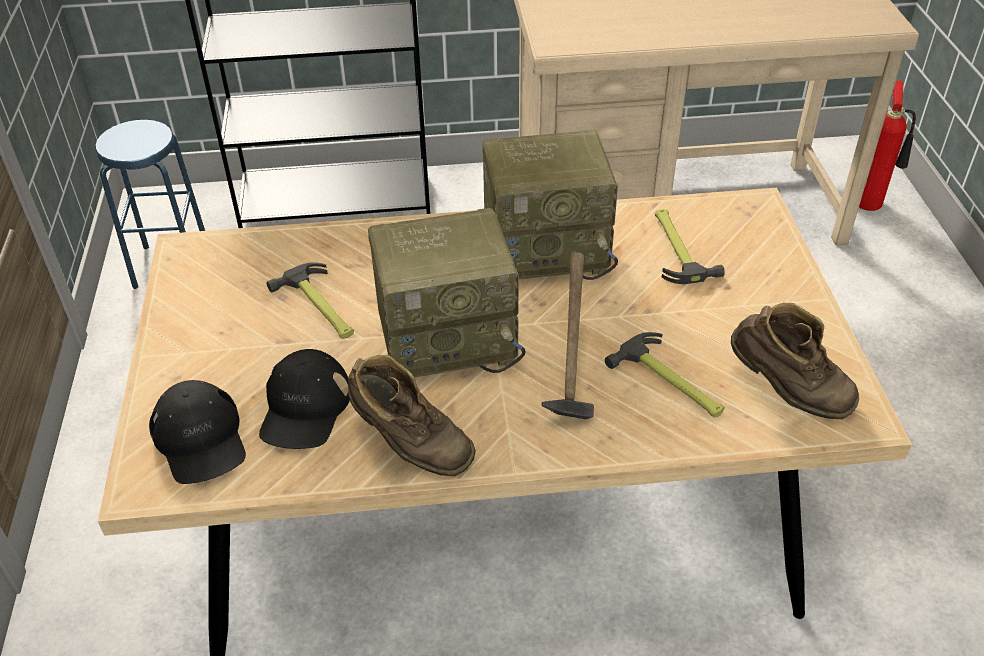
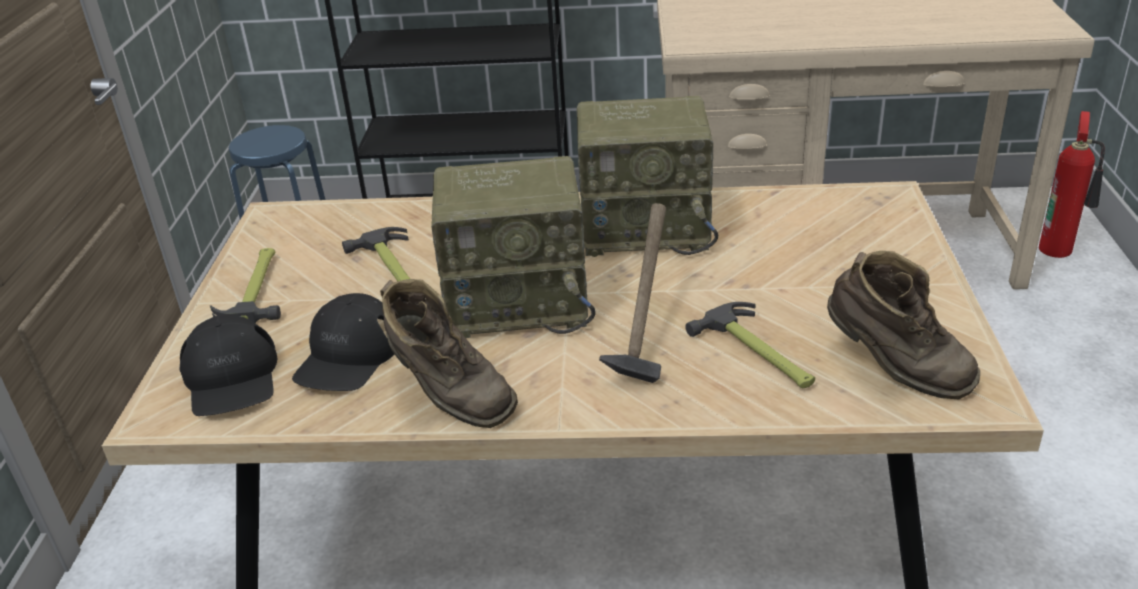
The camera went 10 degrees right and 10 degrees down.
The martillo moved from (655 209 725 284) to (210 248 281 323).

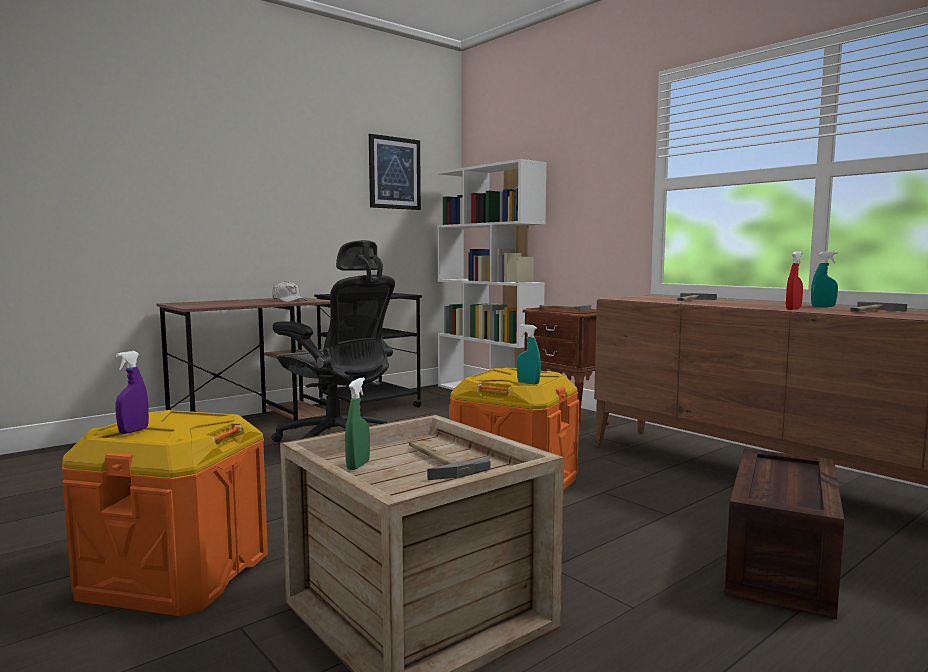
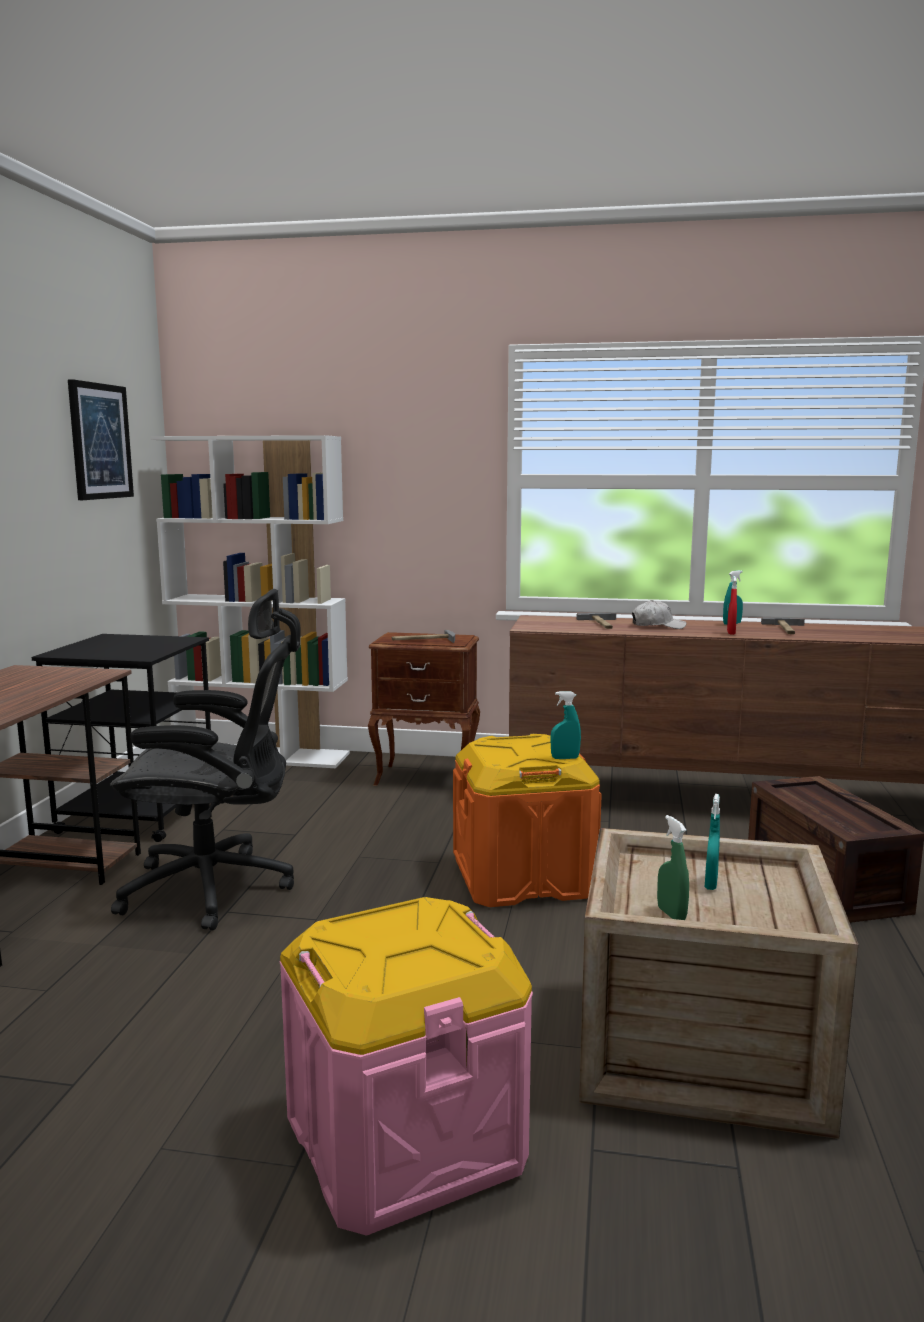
The camera went 40 degrees left and 5 degrees up.
The caja de almacenaje [naranja] at (62 410 268 616) became the caja de almacenaje [rosa] at (280 897 533 1236).
The pulverizador [morado] at (115 351 149 434) disappeared.
The gorra [blanco] moved from (272 281 307 302) to (632 600 686 629).
The martillo at (409 440 490 480) was replaced by the pulverizador [turquesa] at (705 794 720 890).

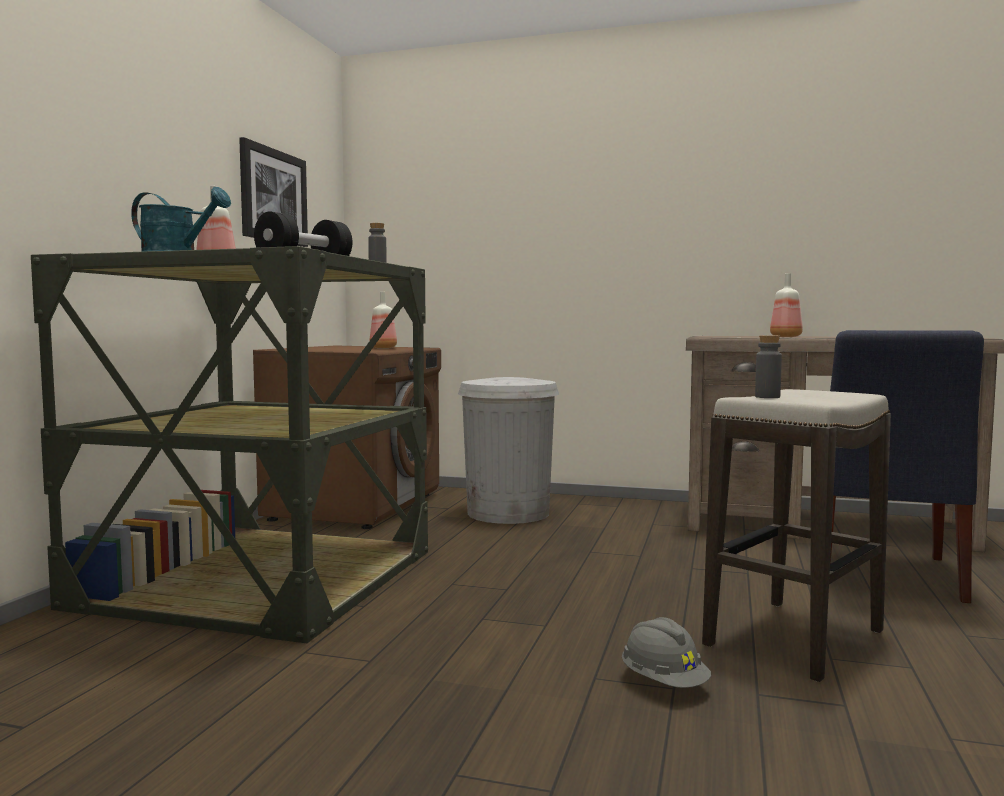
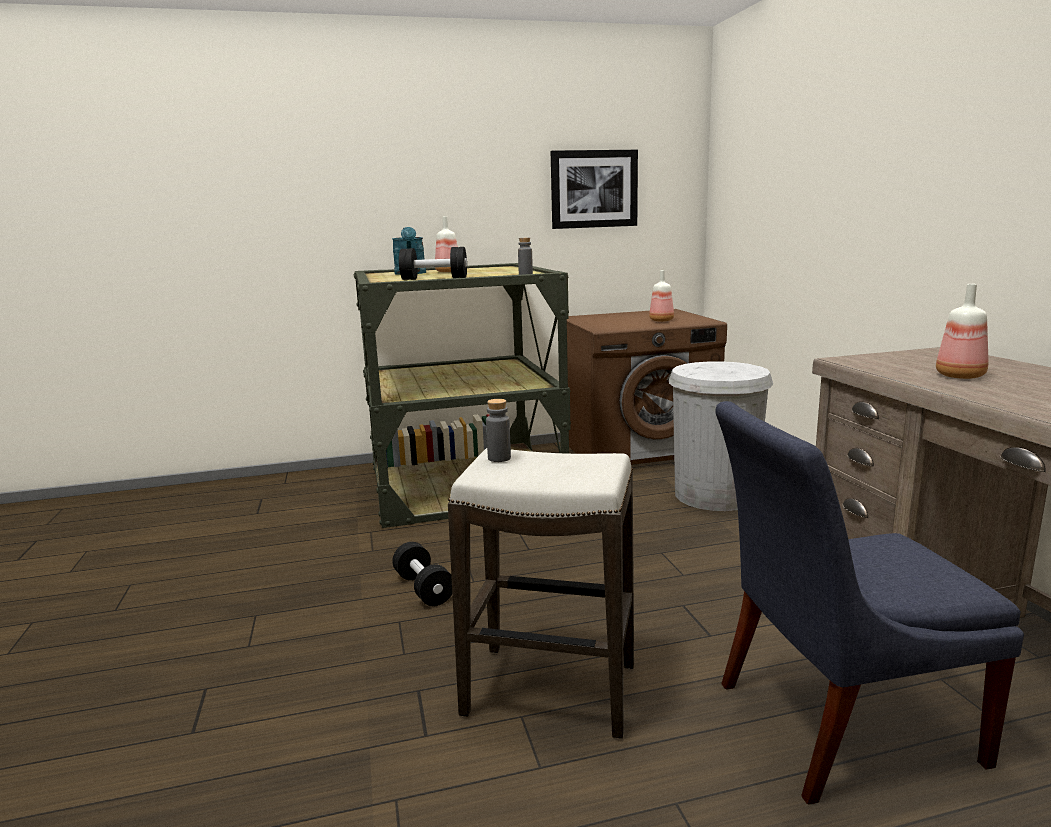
The camera went 60 degrees right and 10 degrees up.
The casco [gris] at (622 617 711 688) disappeared.
The mancuerna [negro] at (392 542 452 606) appeared.

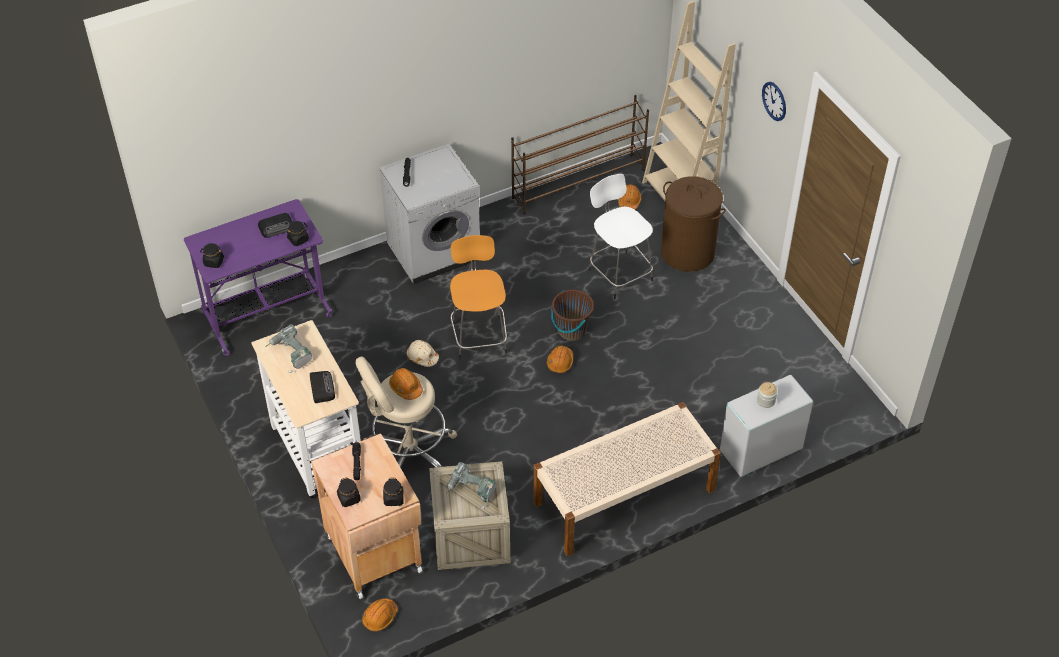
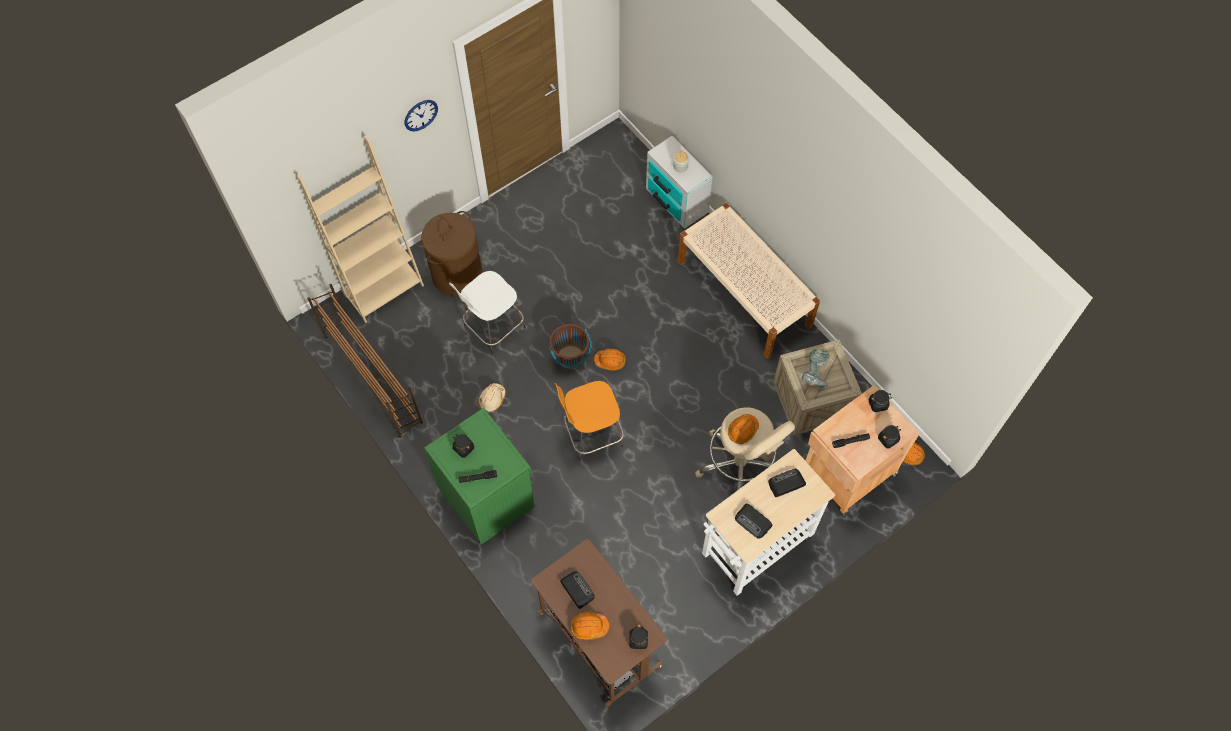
The camera went 100 degrees left and 15 degrees up.
The escritorio [morado] at (184 199 332 356) became the escritorio [marrón] at (531 539 667 707).
The taladro at (265 324 312 373) was replaced by the radio at (735 503 772 539).
The tarro [negro] moved from (287 221 309 246) to (452 434 474 458).
The lavadora [blanco] at (380 144 480 284) became the lavadora [verde] at (424 408 535 545).
The casco [beis] moved from (406 340 439 367) to (478 383 506 412).
The casco [naranja] moved from (618 184 641 210) to (571 612 609 640).

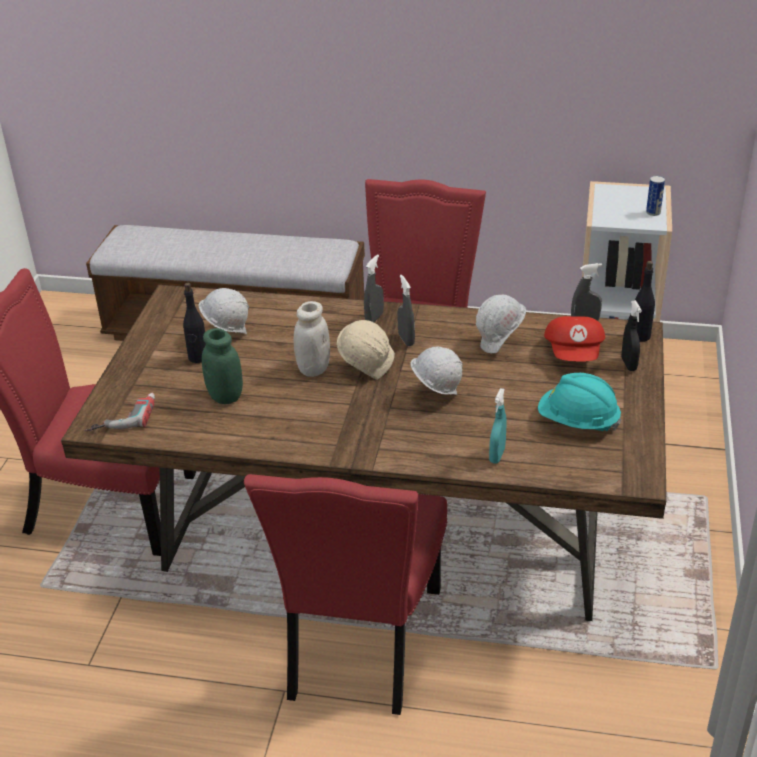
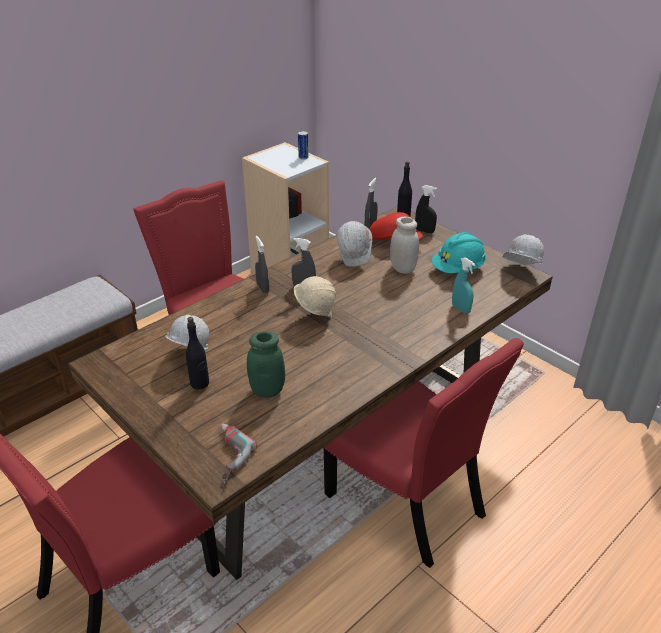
The camera went 55 degrees left and 0 degrees up.
The tarro [blanco] moved from (294 301 330 377) to (390 217 419 274).
The casco [blanco] moved from (410 347 463 395) to (502 234 544 265).

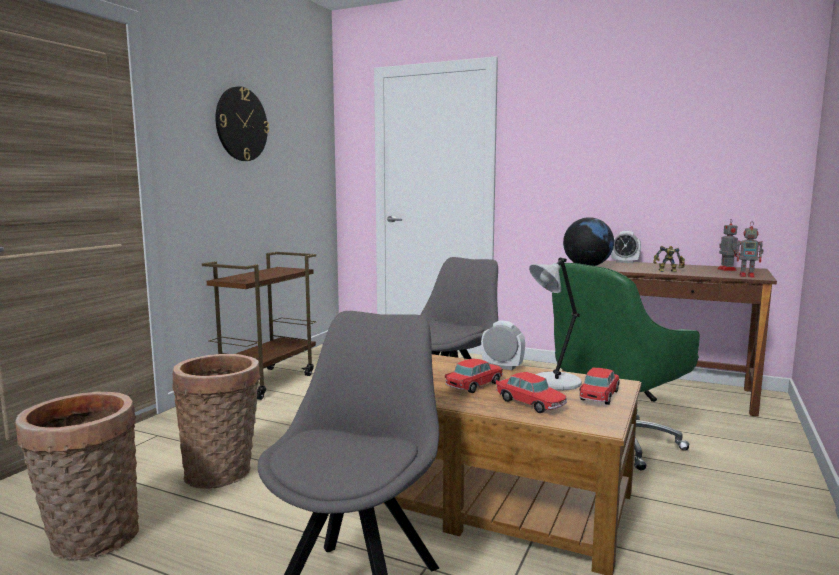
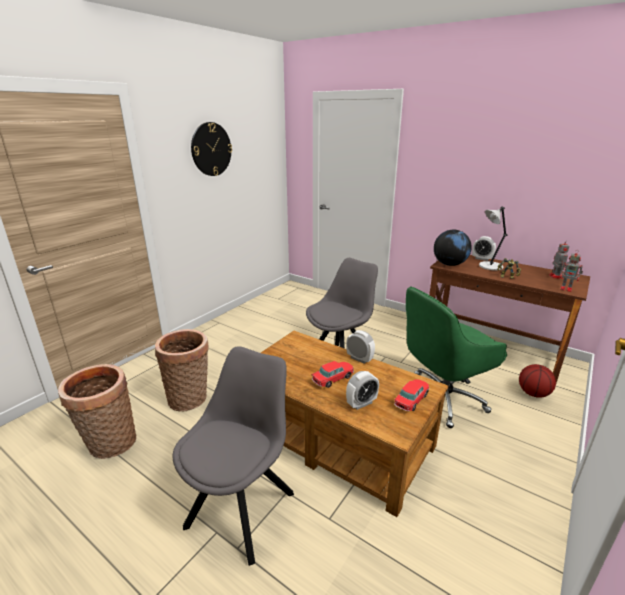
The camera went 10 degrees right and 15 degrees up.
The carrito [marrón] at (202 252 316 400) disappeared.
The coche de juguete at (496 372 567 413) was replaced by the despertador at (346 371 379 410).
The lámpara de mesa [gris] moved from (529 257 582 390) to (479 206 507 271).
The balón de baloncesto at (519 364 556 398) appeared.

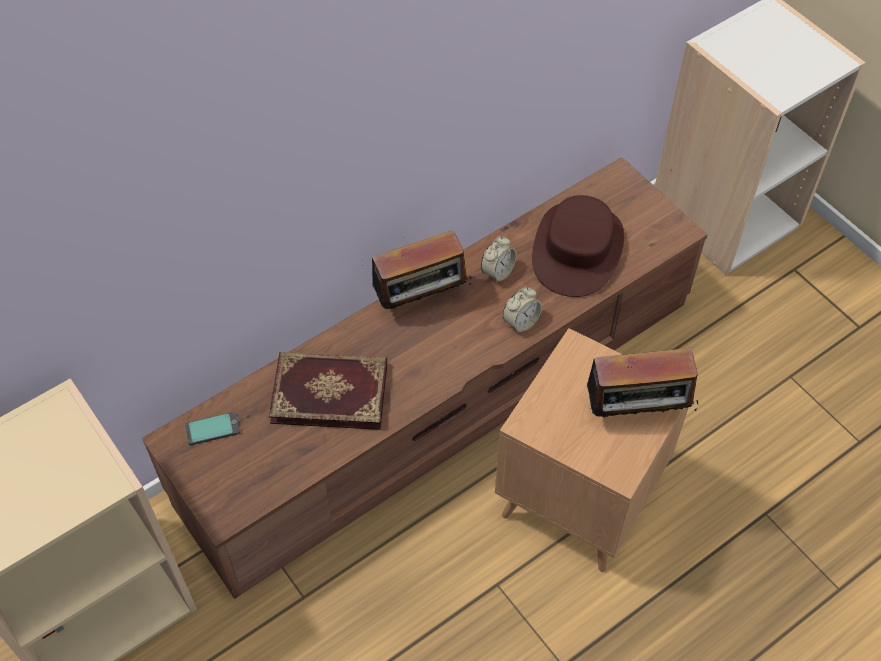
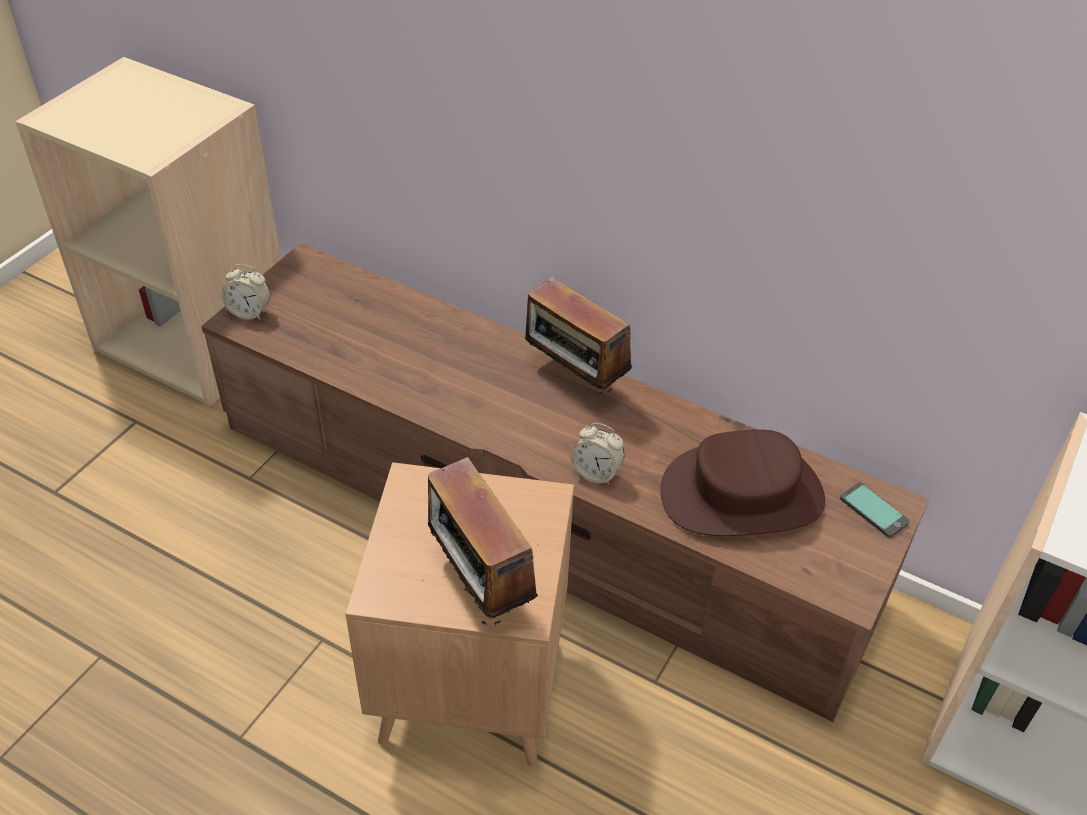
The camera went 65 degrees right and 10 degrees down.
The móvil moved from (185 412 240 445) to (840 482 909 538).
The libro at (269 352 387 430) disappeared.
The despertador moved from (481 236 517 283) to (222 264 271 320).

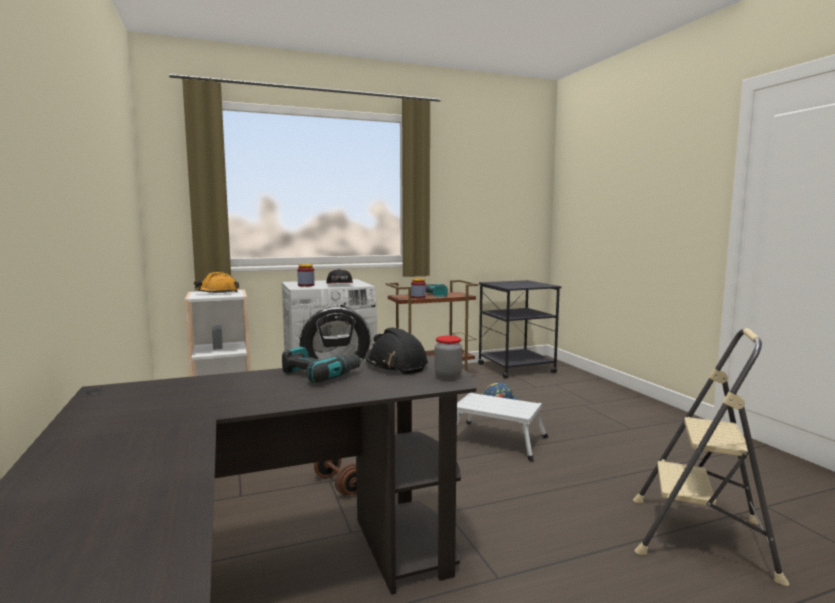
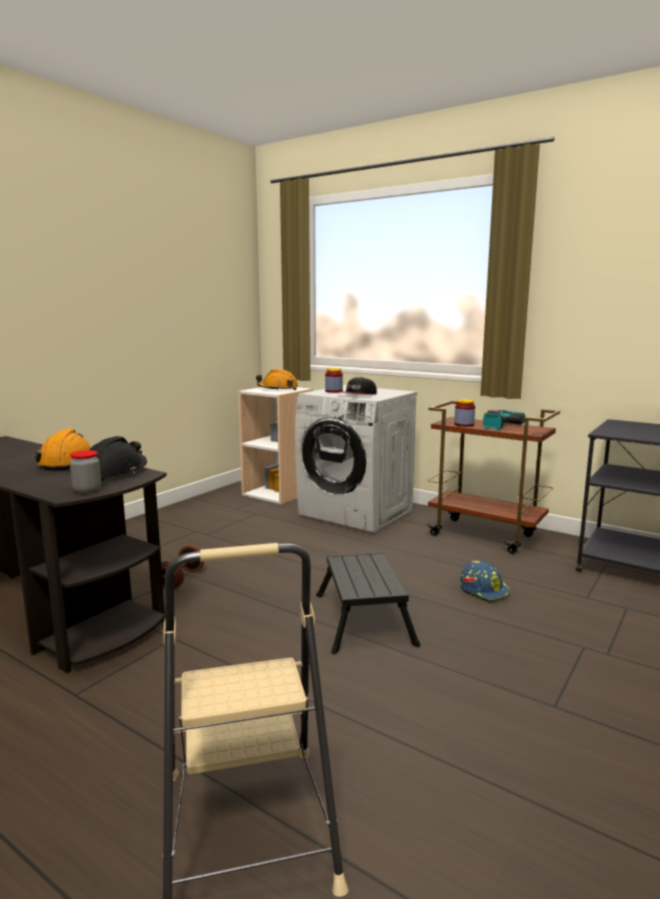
The camera went 55 degrees right and 5 degrees up.
The taladro at (282 347 363 383) was replaced by the casco [naranja] at (35 429 91 471).
The escalera de tijera [blanco] at (457 393 549 462) became the escalera de tijera [negro] at (316 552 421 655).

